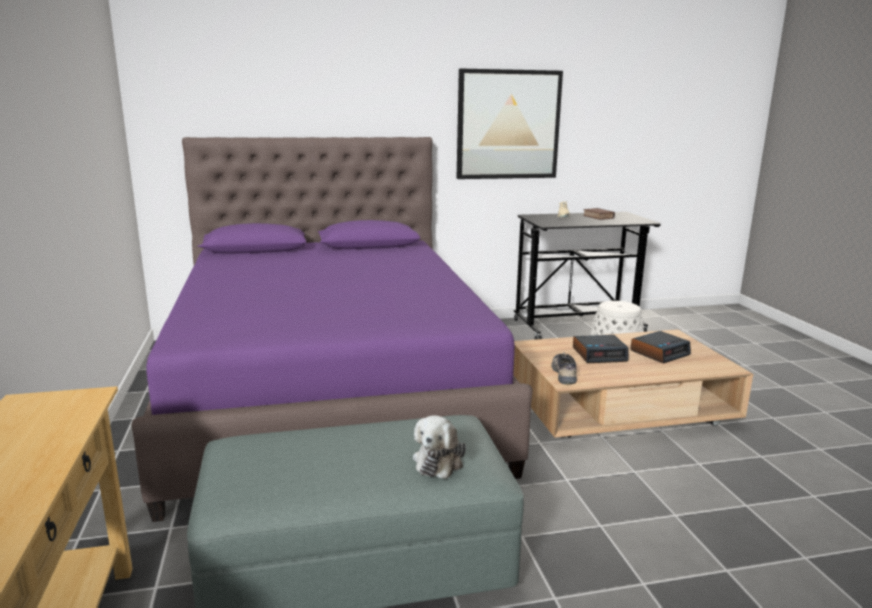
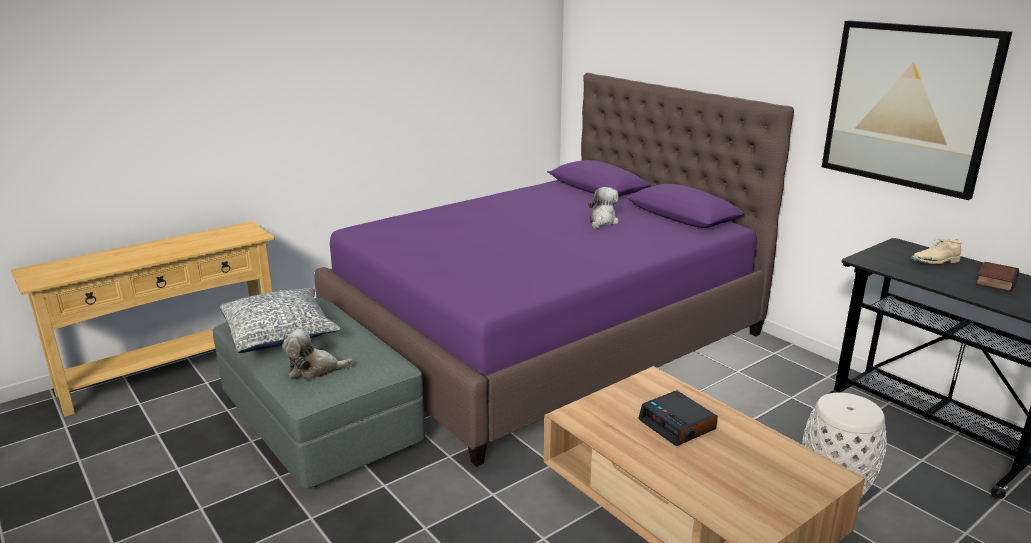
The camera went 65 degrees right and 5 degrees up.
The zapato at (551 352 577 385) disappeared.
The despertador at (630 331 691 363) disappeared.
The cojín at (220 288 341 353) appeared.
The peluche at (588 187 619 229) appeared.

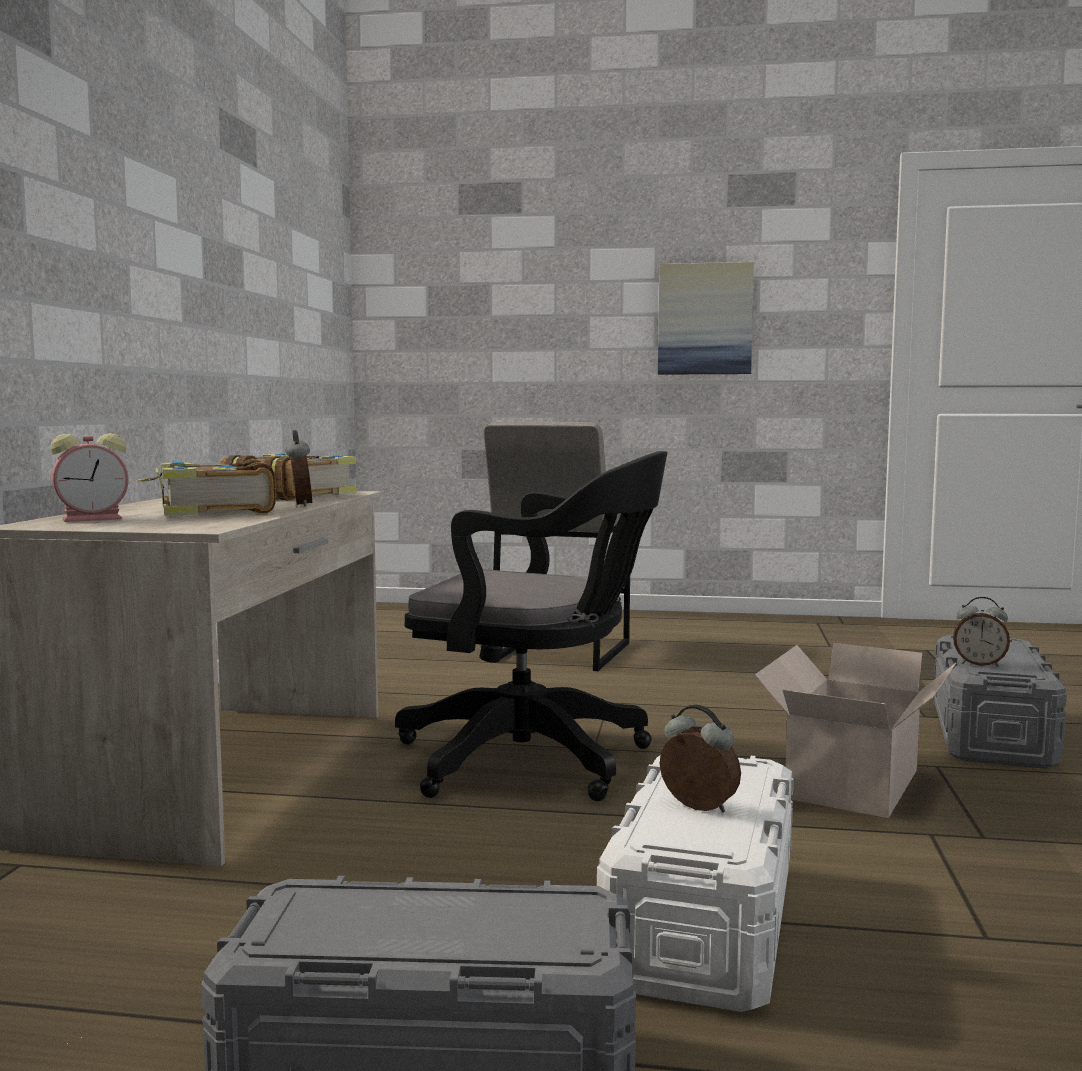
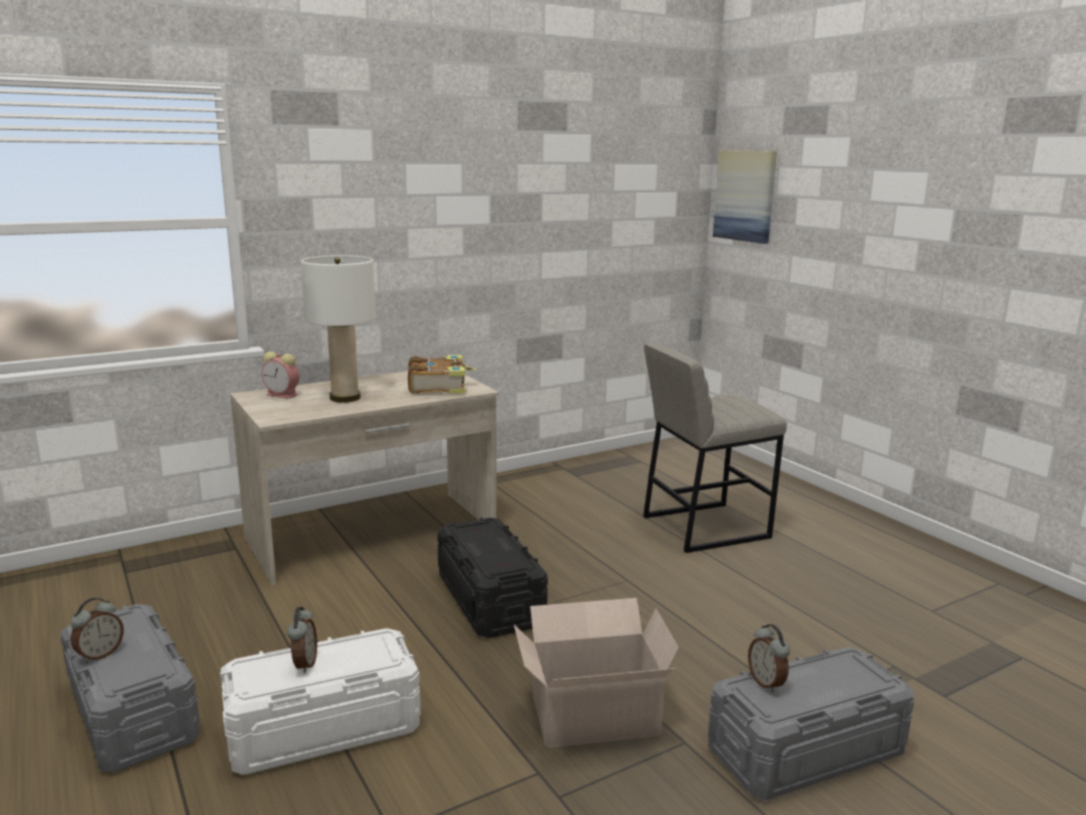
The camera went 50 degrees right and 10 degrees up.
The libro at (137 460 276 516) was replaced by the lámpara de mesa [blanco] at (301 255 376 403).
The despertador moved from (285 430 312 506) to (70 598 124 663).
The silla de oficina [negro] at (395 451 668 801) was replaced by the caja de almacenaje [negro] at (437 517 548 638).
The cuadro moved from (658 262 754 375) to (713 150 777 244).

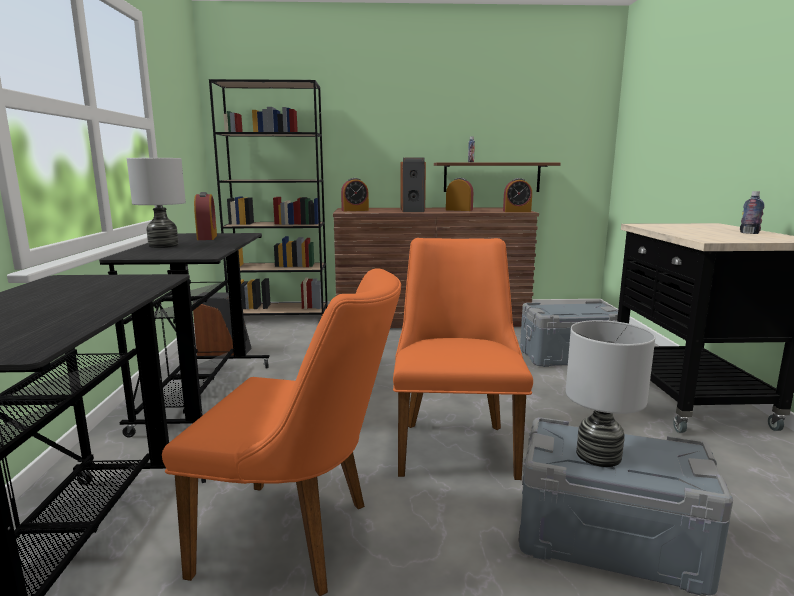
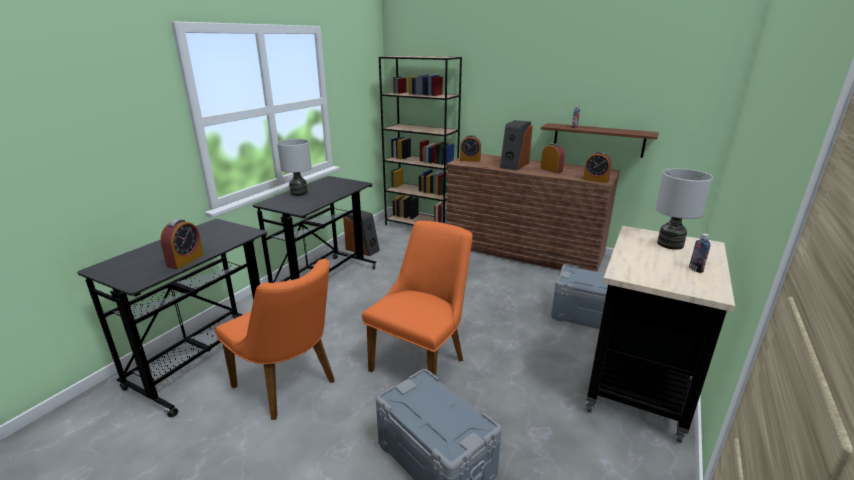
The camera went 30 degrees right and 10 degrees up.
The despertador moved from (194 192 217 240) to (160 219 204 269).
The lámpara de mesa [gris] moved from (565 320 656 467) to (655 168 713 250).

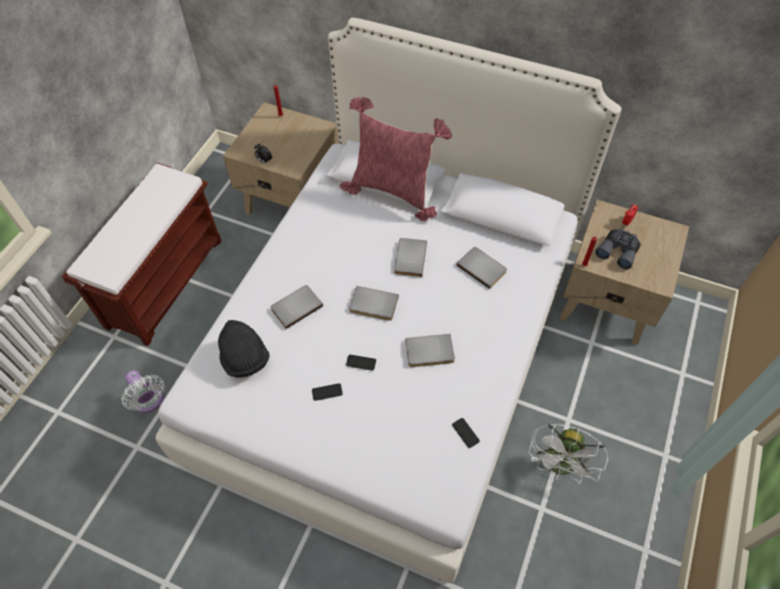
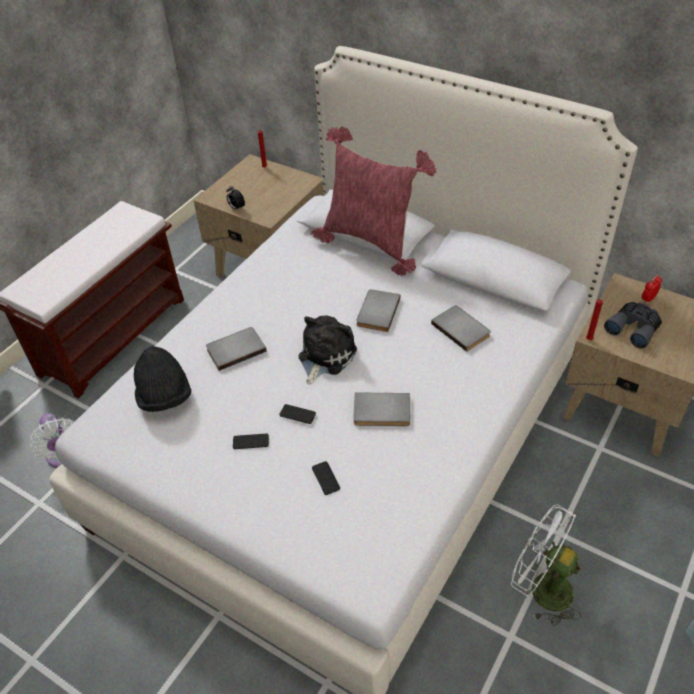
The camera went 10 degrees right and 10 degrees down.
The libro [gris] at (349 286 399 321) was replaced by the peluche at (298 315 357 385).
The móvil moved from (452 418 480 448) to (312 461 340 495).
The ventilador [blanco] at (529 424 608 485) turned 90 degrees clockwise.

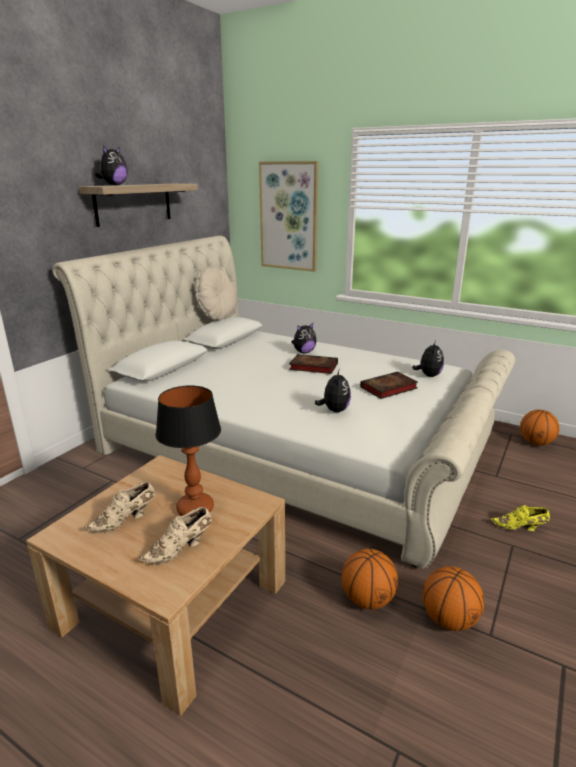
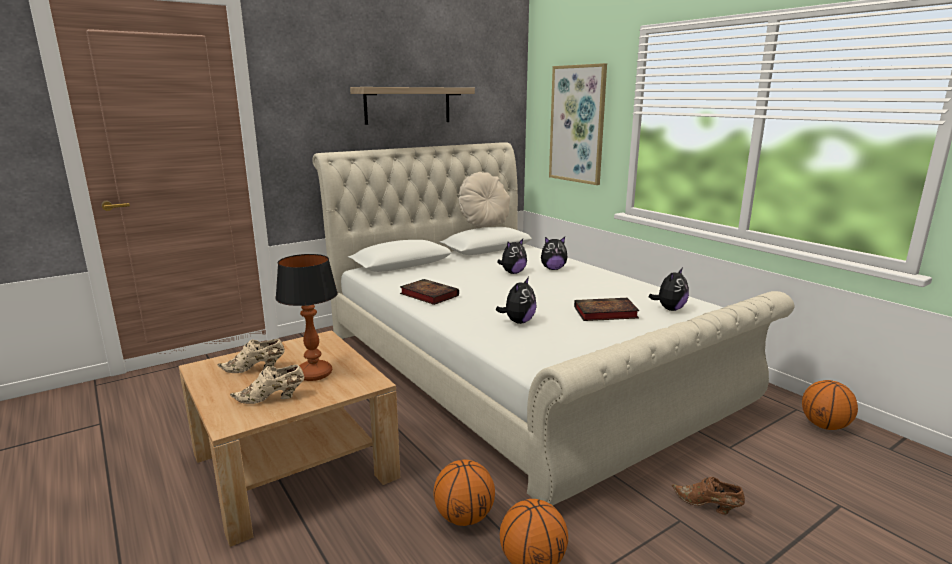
The camera went 25 degrees right and 5 degrees down.
The peluche moved from (95 146 128 185) to (497 239 527 274).
The libro moved from (289 354 338 374) to (400 279 459 305).
The zapato [amarillo] at (490 505 550 531) became the zapato [marrón] at (672 477 745 515).

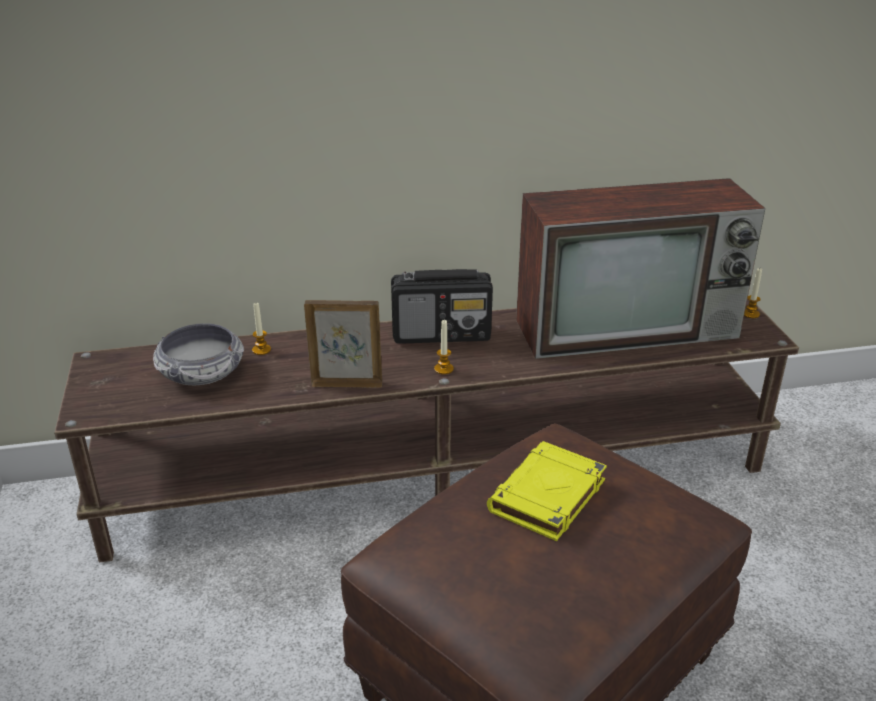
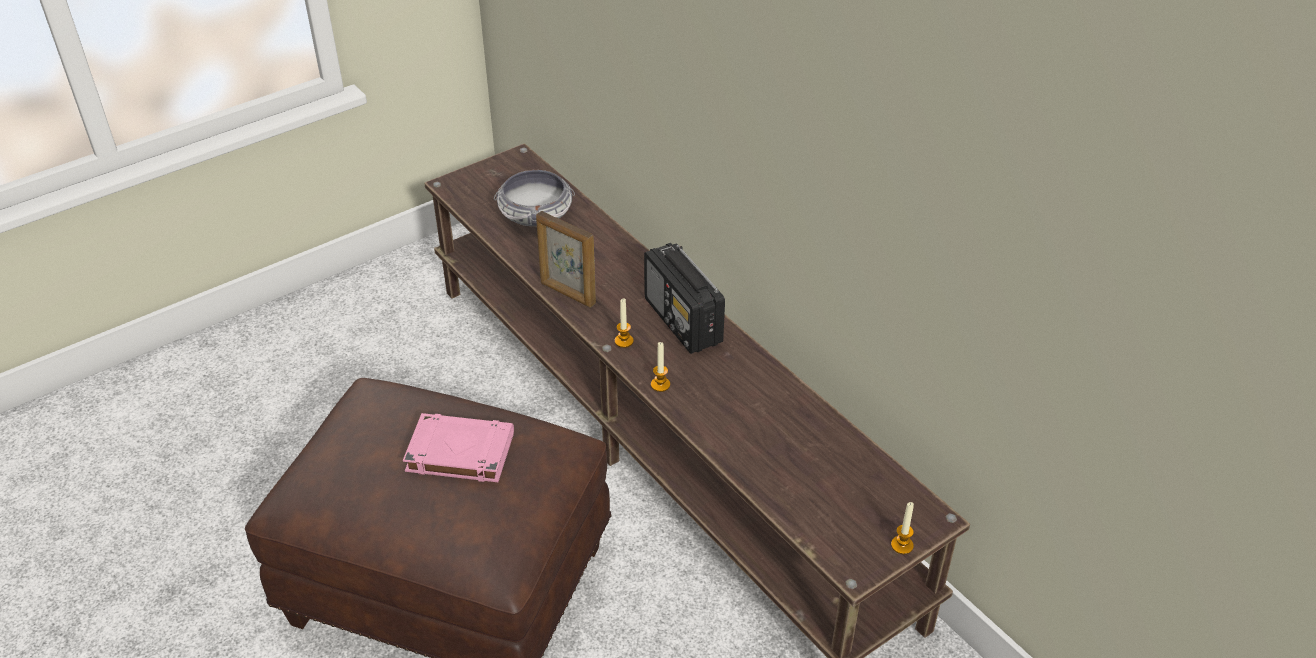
The camera went 65 degrees right and 10 degrees up.
The vela moved from (252 303 271 355) to (651 342 670 392).
The portarretratos at (304 300 382 388) turned 150 degrees clockwise.
The libro [amarillo] at (487 441 607 541) became the libro [rosa] at (403 413 514 482).
The televisor at (516 178 765 359) disappeared.

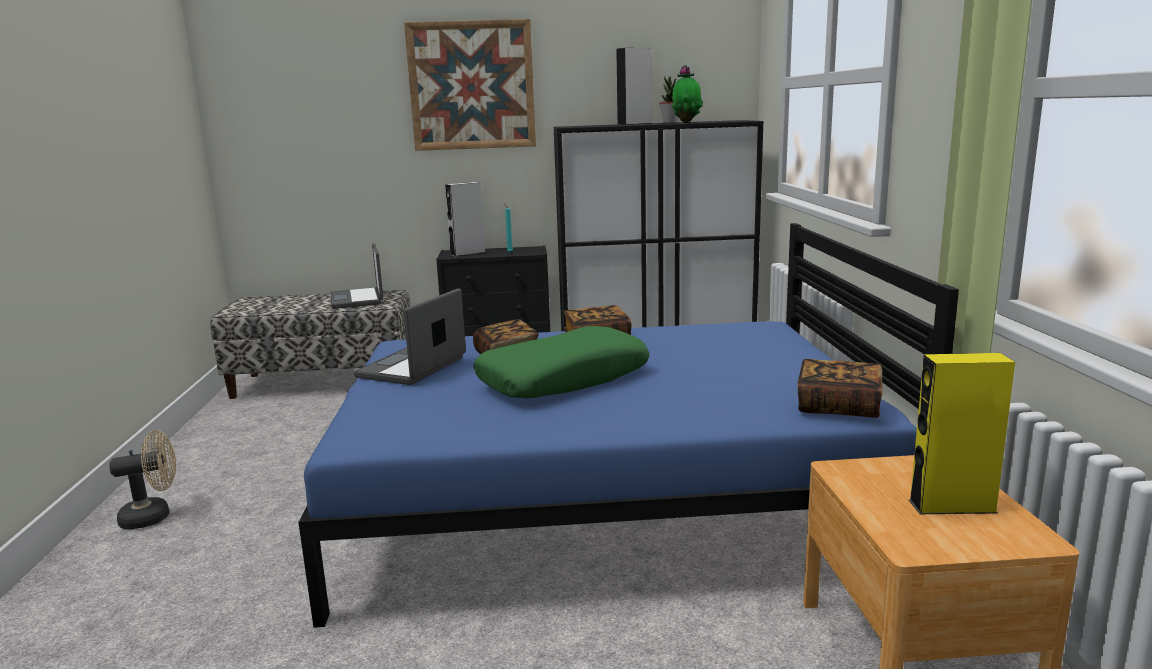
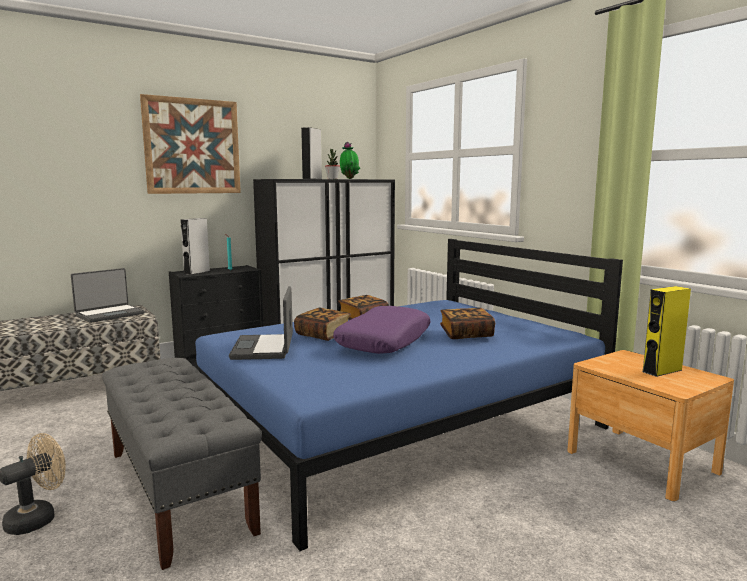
The camera went 30 degrees left and 5 degrees down.
The portátil at (330 243 383 309) turned 90 degrees counterclockwise.
The cojín [verde] at (473 326 649 398) became the cojín [morado] at (333 306 431 354).
The libro moved from (798 359 883 418) to (440 308 495 339).
The banco [gris] at (102 358 262 570) appeared.

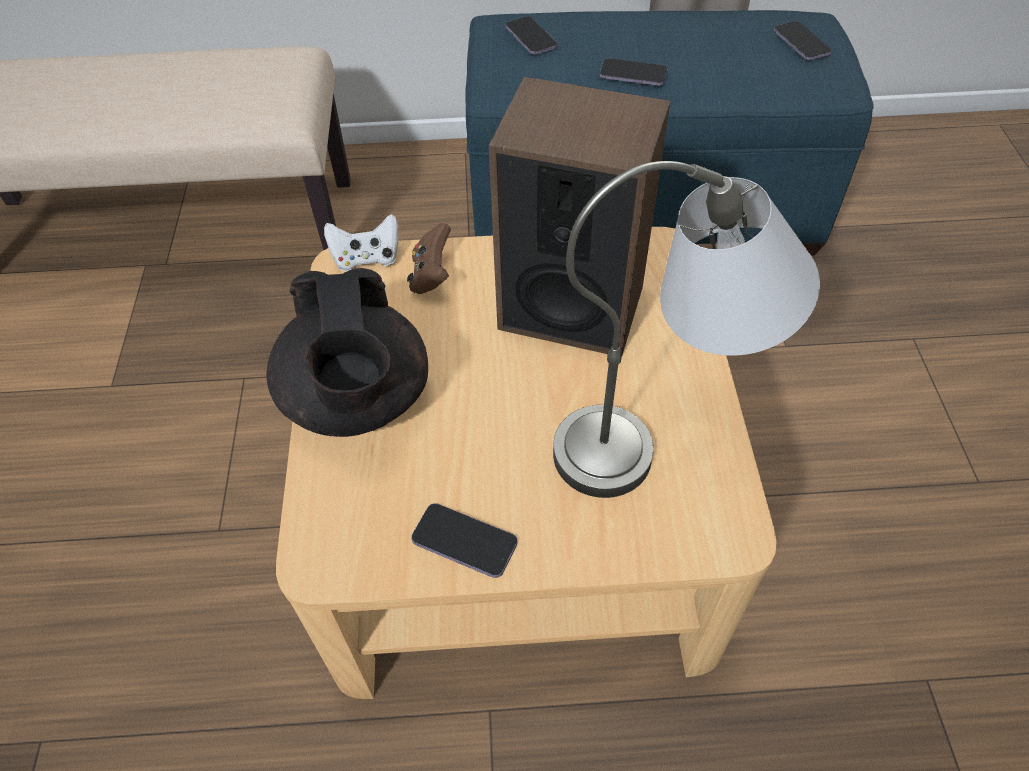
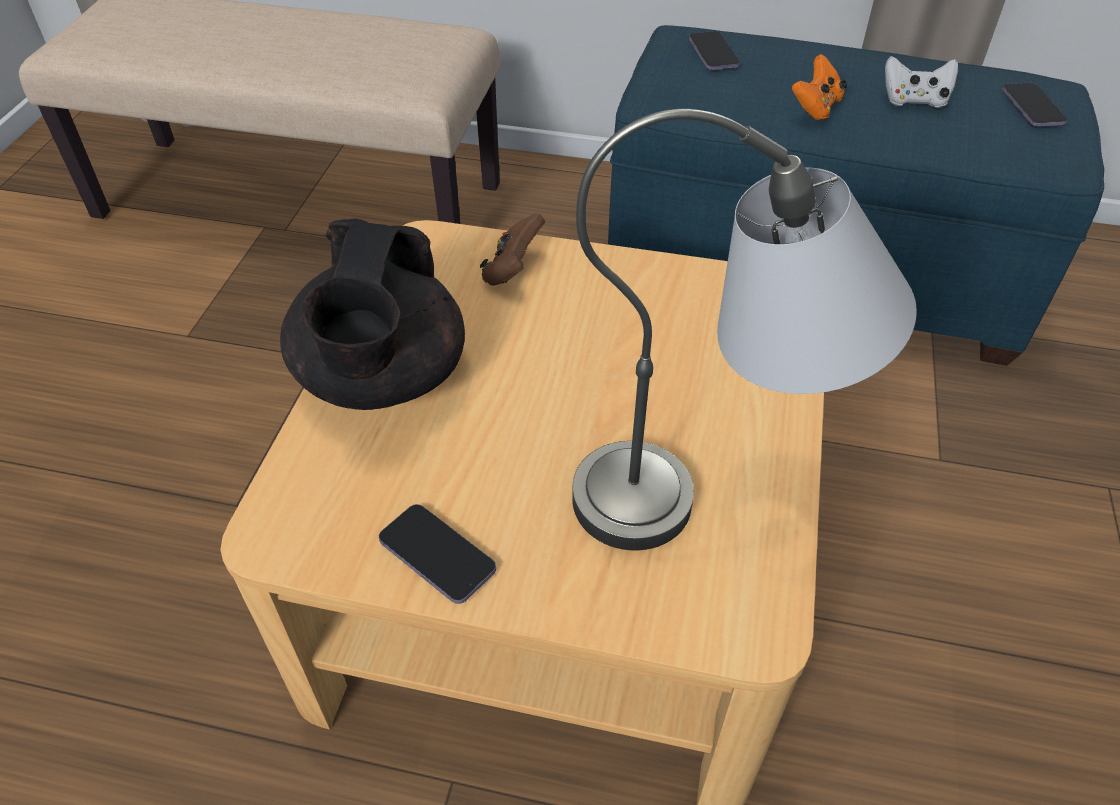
The camera went 15 degrees right and 5 degrees down.
The mando de consola [blanco] moved from (324 214 399 271) to (885 56 958 108).
The altavoz at (489 77 671 355) disappeared.
The móvil at (599 58 668 86) was replaced by the mando de consola [naranja] at (792 54 847 120).

